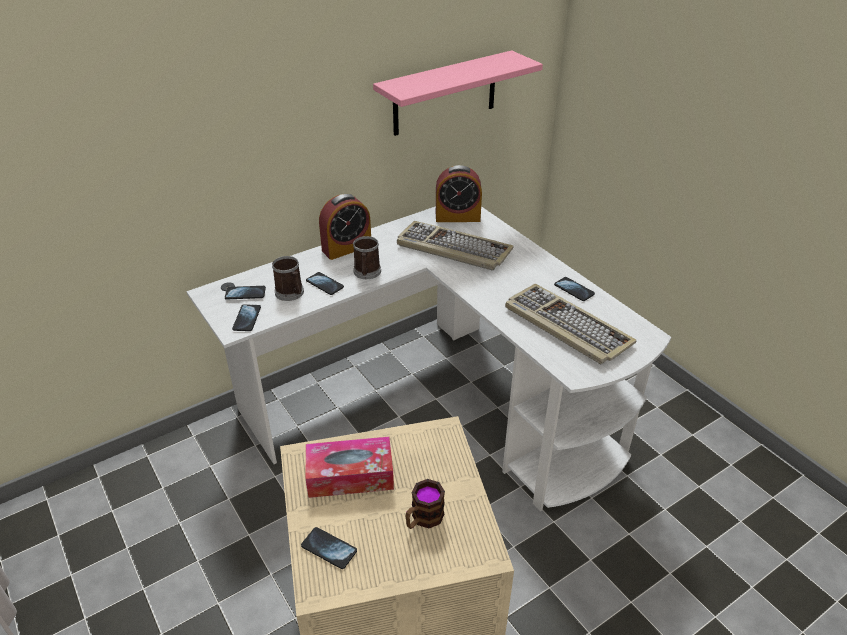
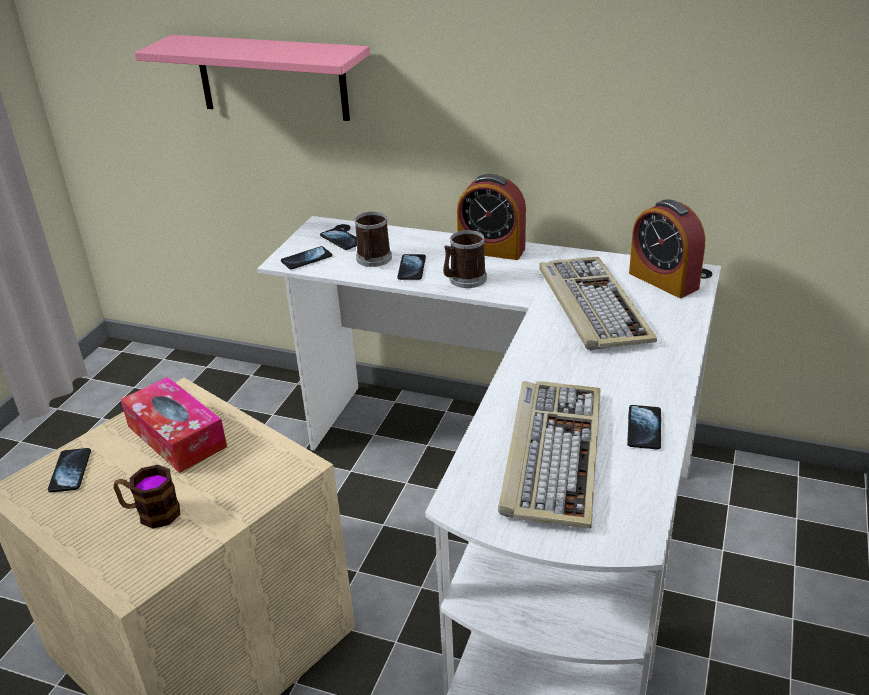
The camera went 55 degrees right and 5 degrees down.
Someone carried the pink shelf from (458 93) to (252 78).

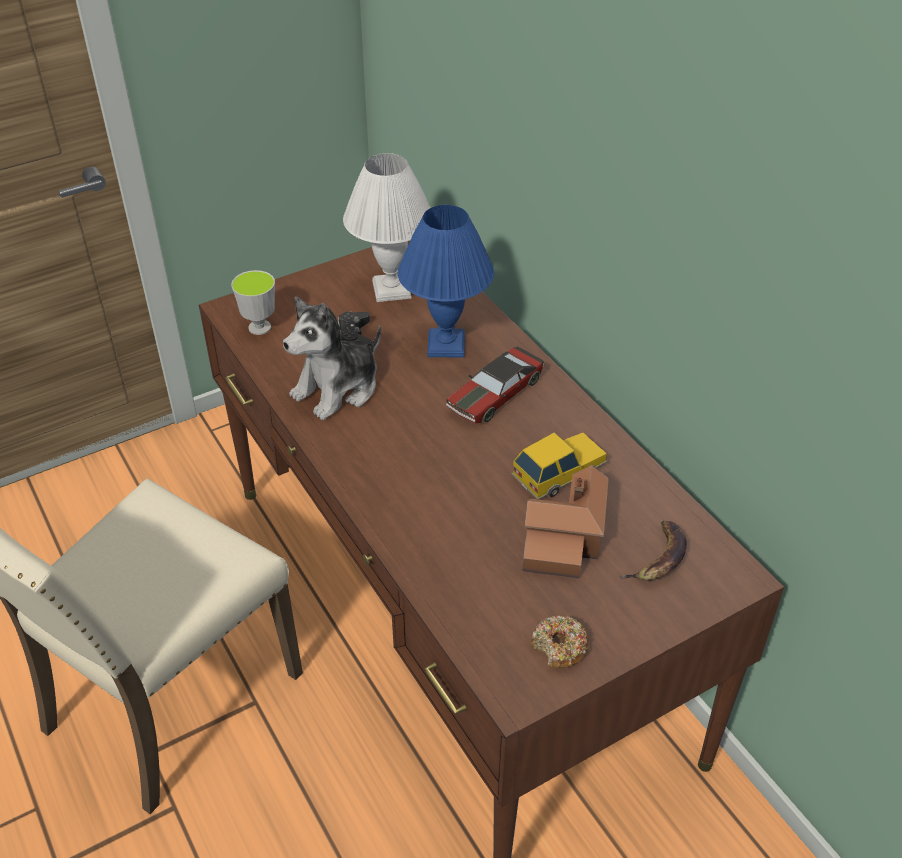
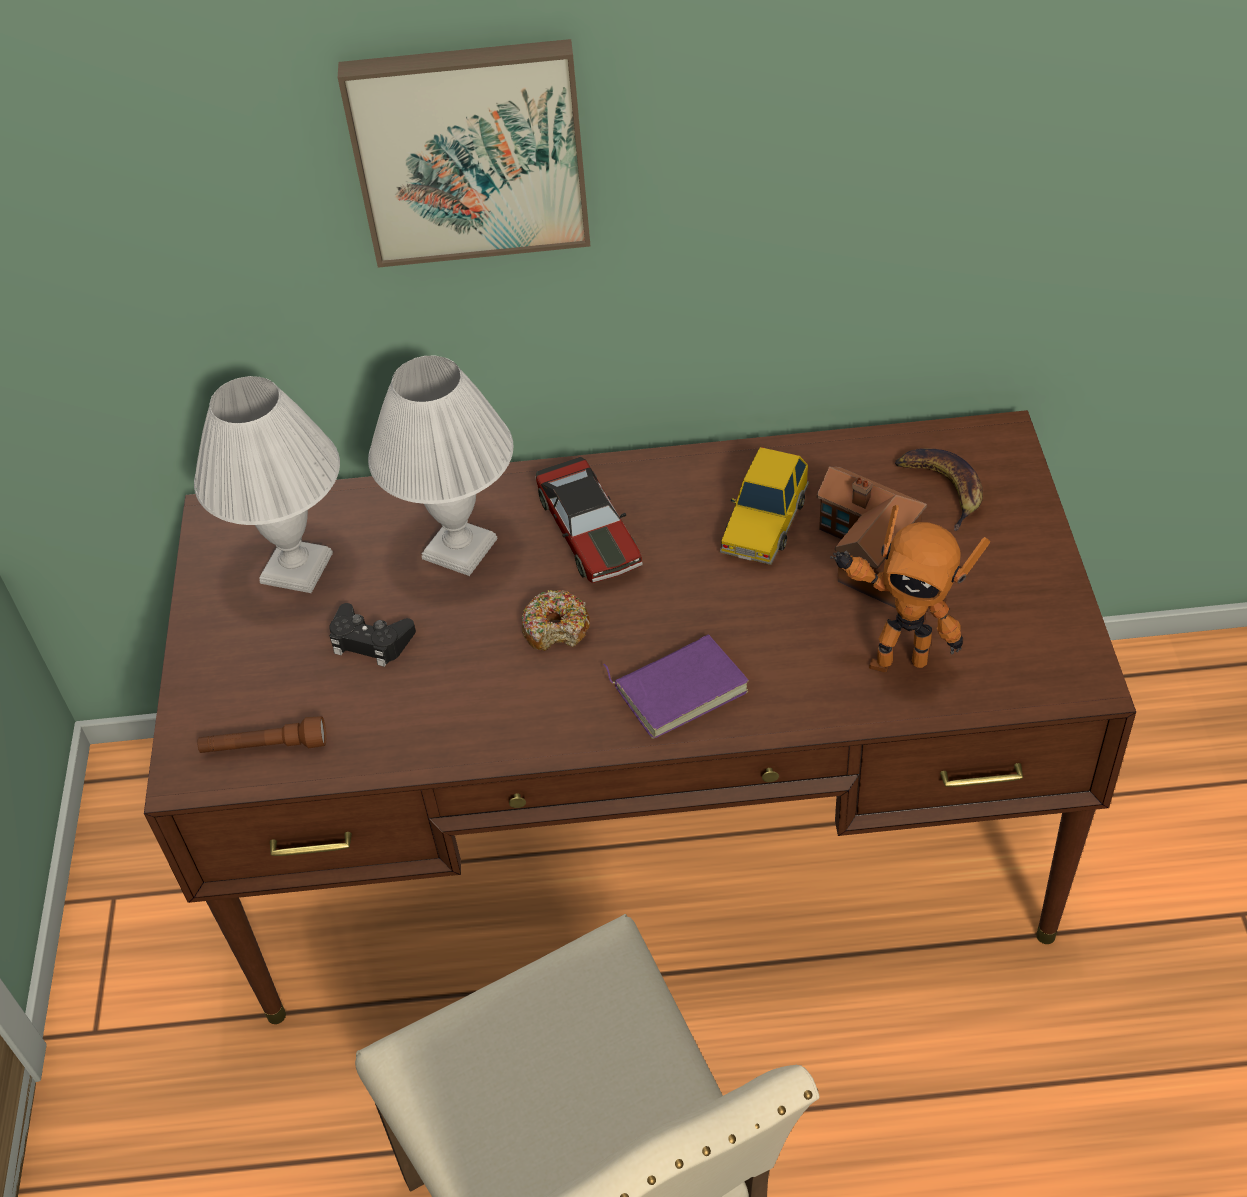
The camera went 60 degrees left and 5 degrees up.
Someone took away the plush toy at (332 358).
Someone put up the picture at (464 153).
Someone put down the purple book at (676 686).
Someone put down the toy robot at (910 589).
Someone carried the donut from (560 641) to (556 620).
Someone swapped the cup at (253 302) for the brown flashlight at (261 734).
Someone repainted the blue table lamp at (446 281), which became the white table lamp at (441 465).
Someone rotated the toy car at (559 465) by 150 degrees counterclockwise.

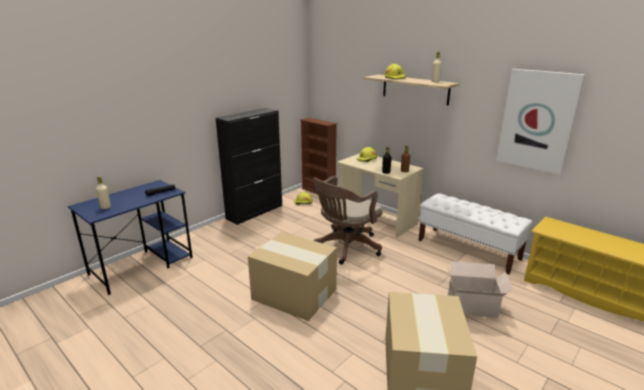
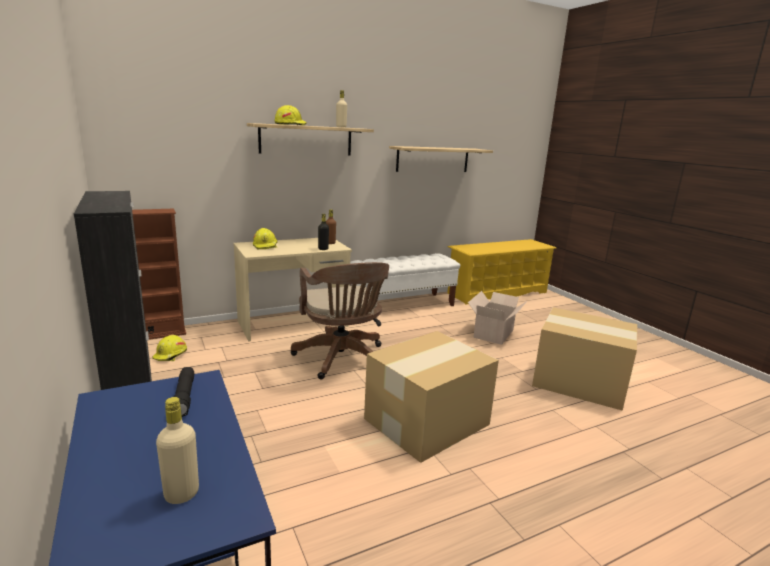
The camera went 70 degrees left and 5 degrees down.
Someone swapped the picture at (540 122) for the shelf at (441 159).

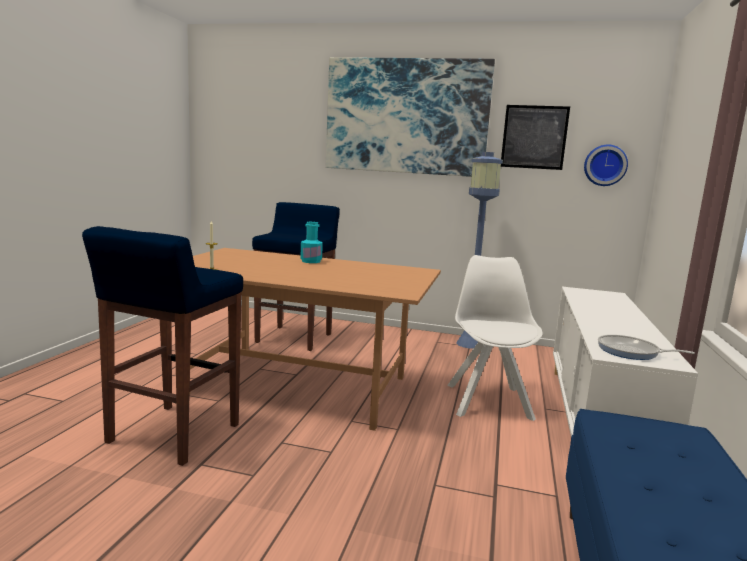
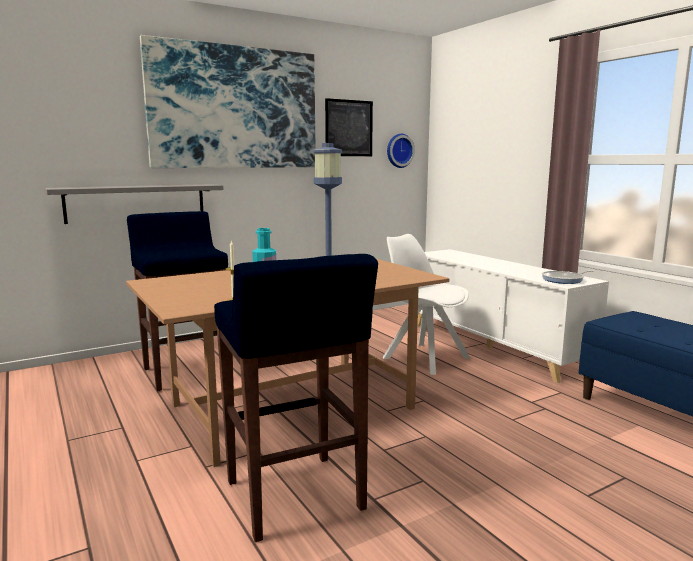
The camera went 45 degrees left and 0 degrees up.
Someone put up the grey shelf at (134 204).

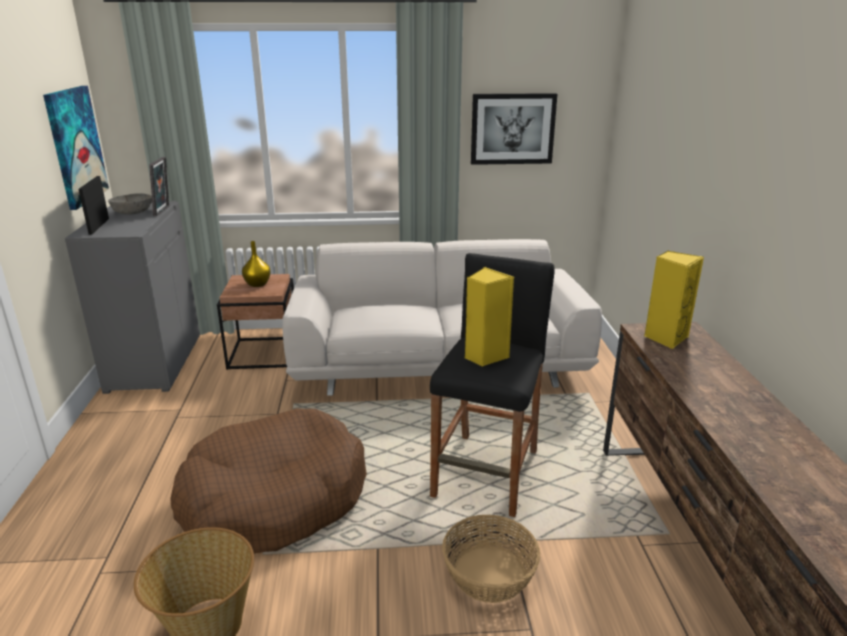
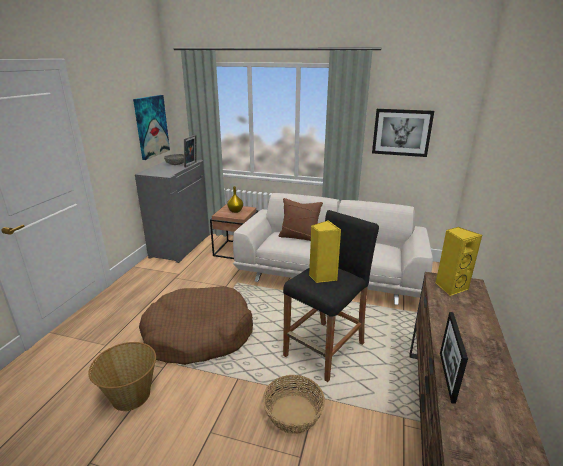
The camera went 20 degrees right and 0 degrees up.
Someone put down the brown pillow at (301 219).
Someone carried the picture frame from (94 205) to (454 358).

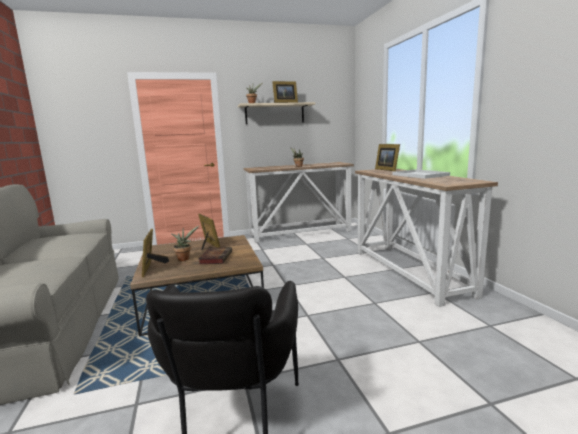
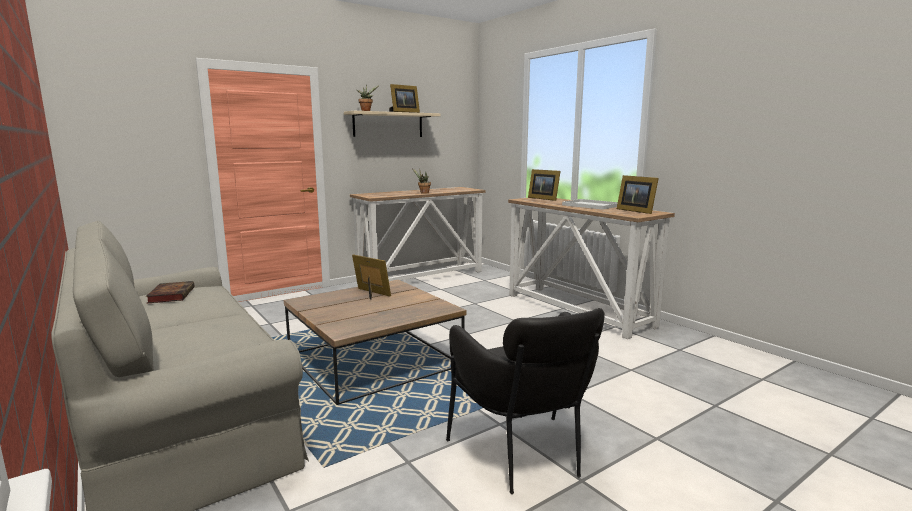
The camera went 20 degrees left and 0 degrees up.
Someone took away the potted plant at (185 243).
Someone carried the picture frame from (155 253) to (638 194).
Someone carried the book from (215 255) to (170 292).

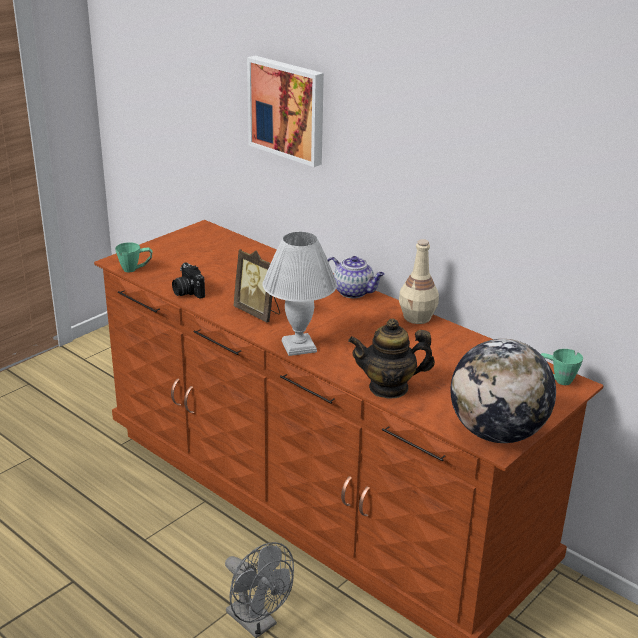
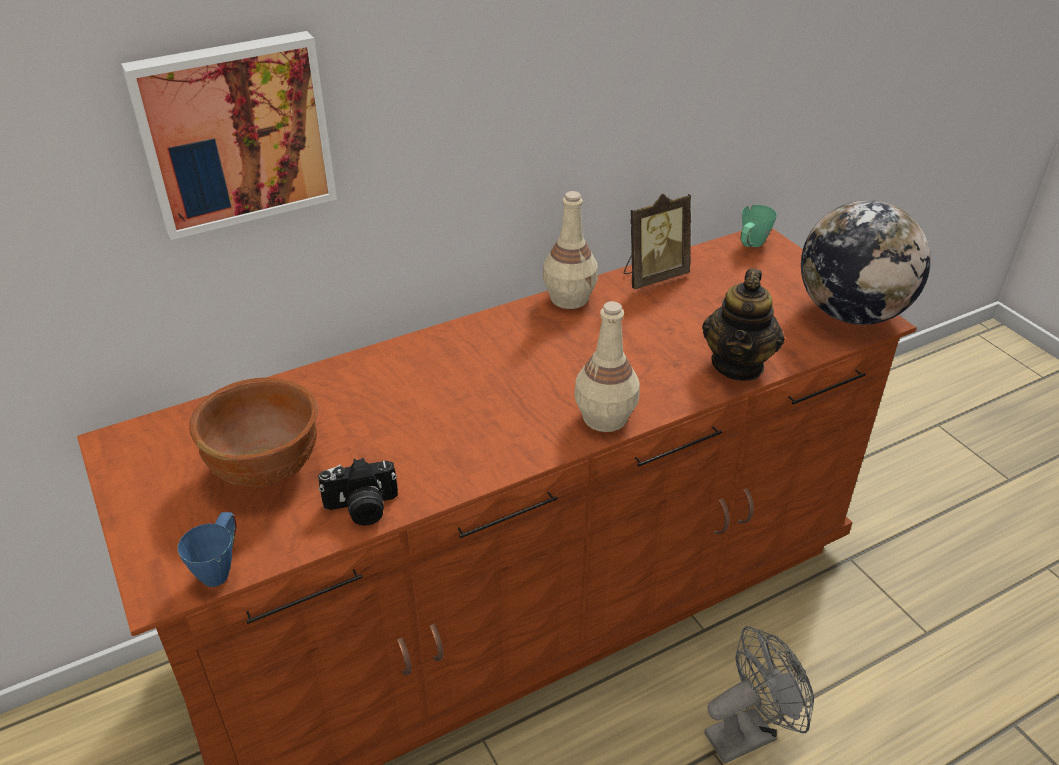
The camera went 70 degrees left and 10 degrees up.
Someone took away the teapot at (356 277).
Someone put down the brown bowl at (253 432).
Someone carried the picture frame from (256 285) to (657 241).
Someone swapped the white table lamp at (299 294) for the beige bottle at (607 366).
Someone repainted the green mug at (134 257), which became the blue mug at (207 549).

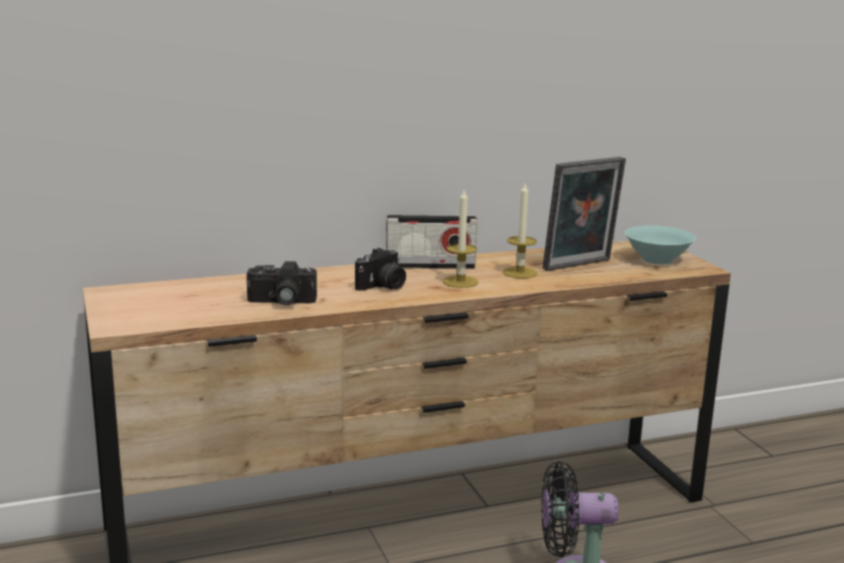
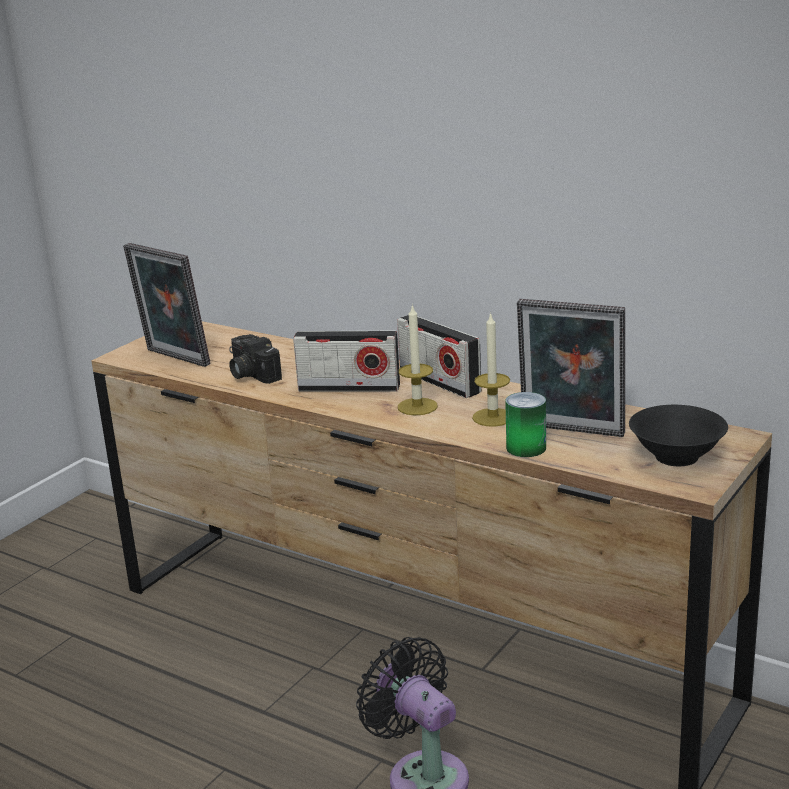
The camera went 55 degrees right and 5 degrees up.
Someone put down the picture frame at (167 305).
Someone put down the can at (525 424).
Someone swapped the photo camera at (380 269) for the radio at (346 361).
Someone repainted the turquoise bowl at (660 244), which became the black bowl at (678 435).

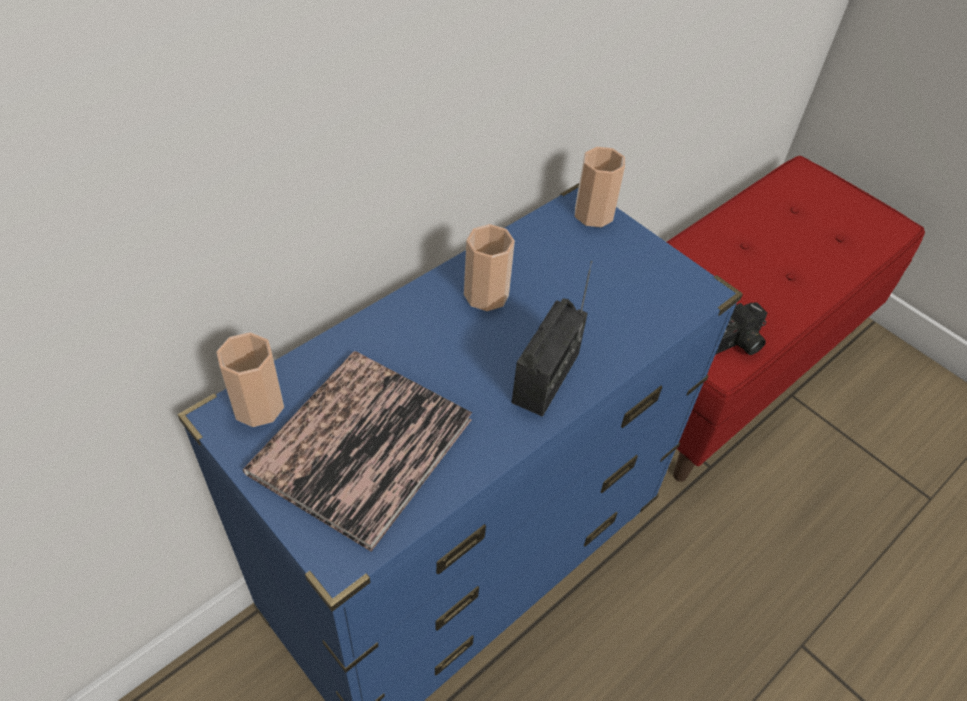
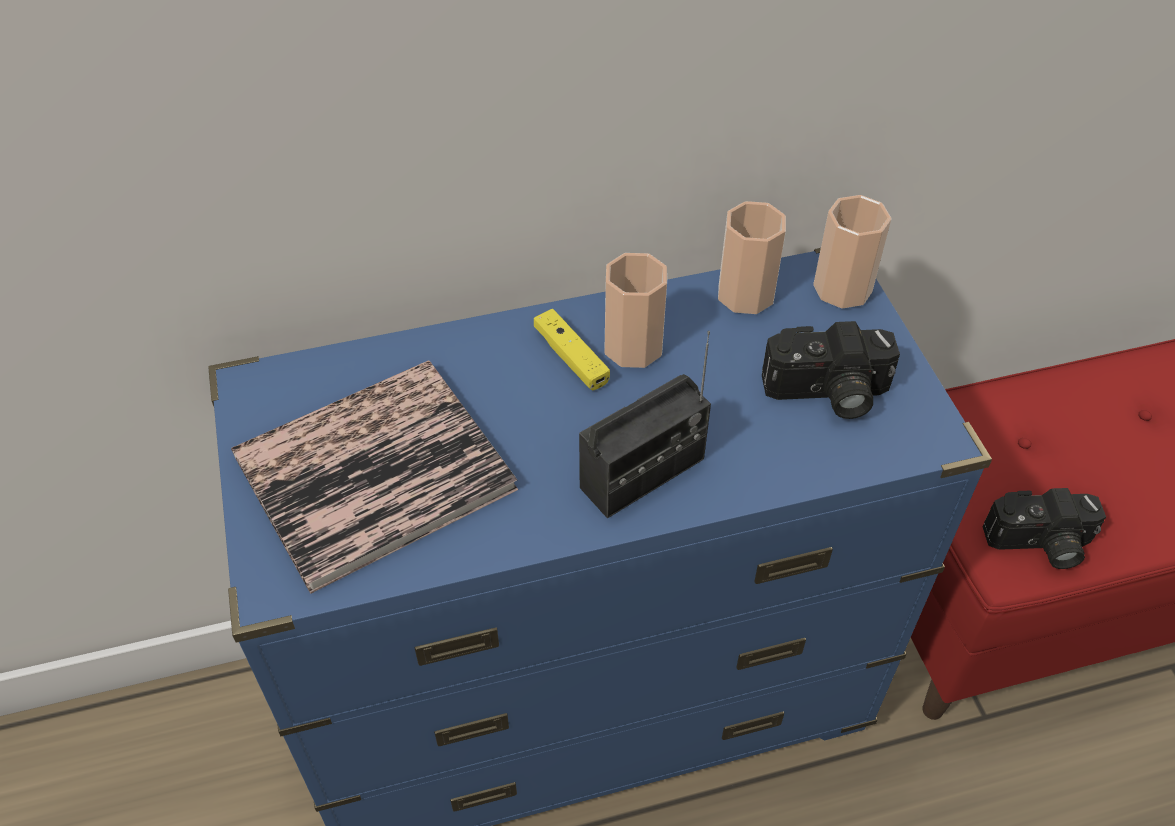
The camera went 30 degrees right and 0 degrees up.
Someone put down the yellow game controller at (572 350).
Someone put down the photo camera at (831 370).
Someone carried the cup from (250 379) to (752 257).

